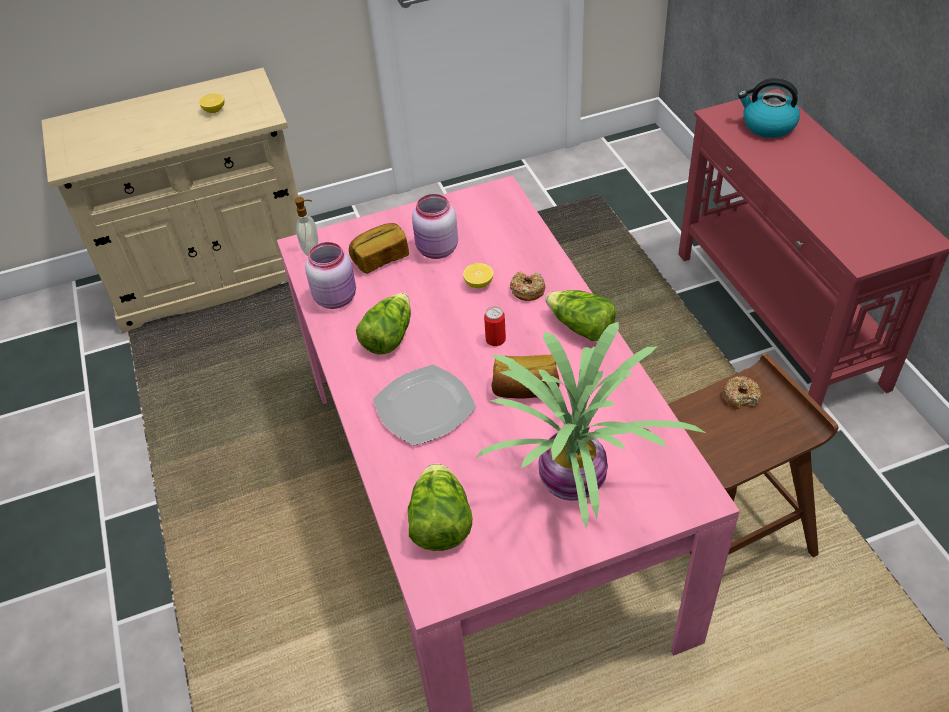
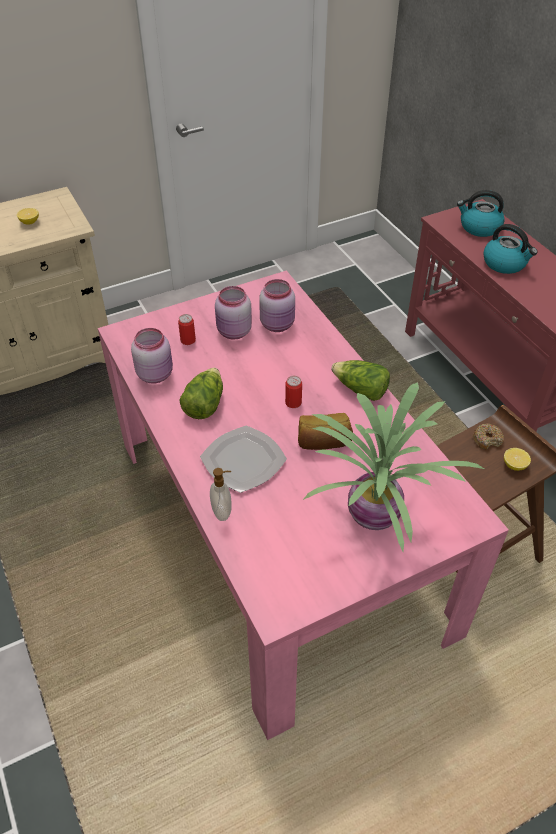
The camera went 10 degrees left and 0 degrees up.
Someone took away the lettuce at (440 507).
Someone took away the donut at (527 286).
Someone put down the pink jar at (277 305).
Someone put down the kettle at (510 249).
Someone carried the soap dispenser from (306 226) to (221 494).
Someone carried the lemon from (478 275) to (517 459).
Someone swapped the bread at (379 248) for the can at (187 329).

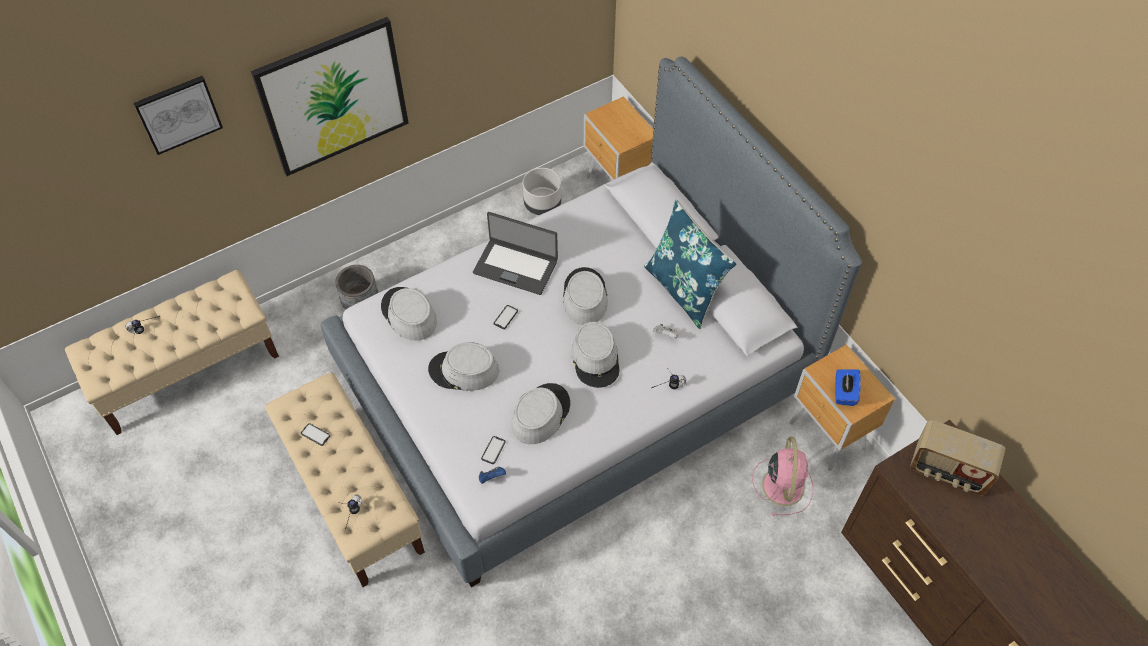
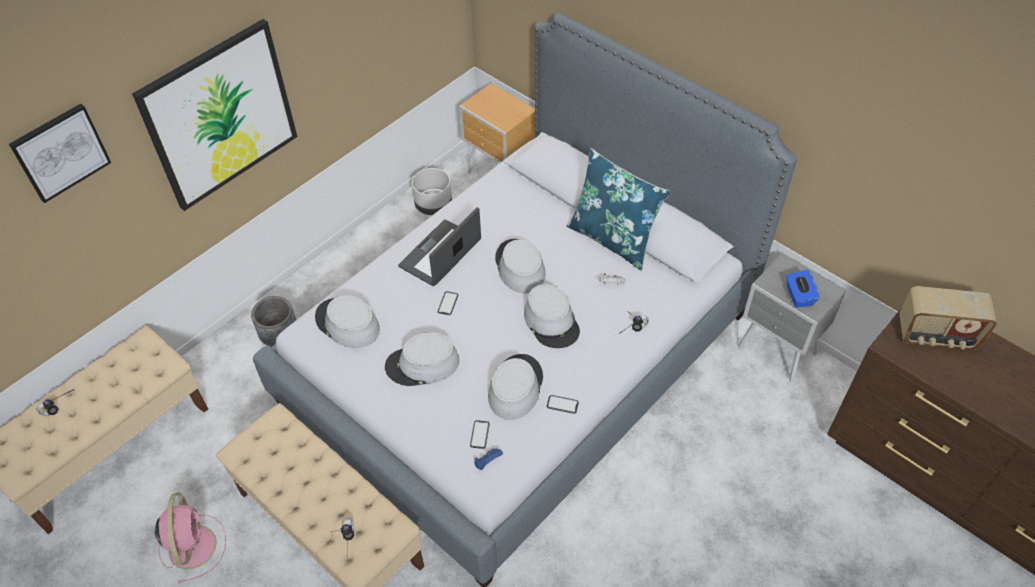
The camera went 15 degrees left and 5 degrees down.
Someone carried the phone from (315 434) to (563 404).
Someone carried the pink fan from (782 476) to (190 537).
Someone repainted the brown nightstand at (842 408), which became the grey nightstand at (792 317).
Someone rotated the laptop at (515 253) by 120 degrees clockwise.

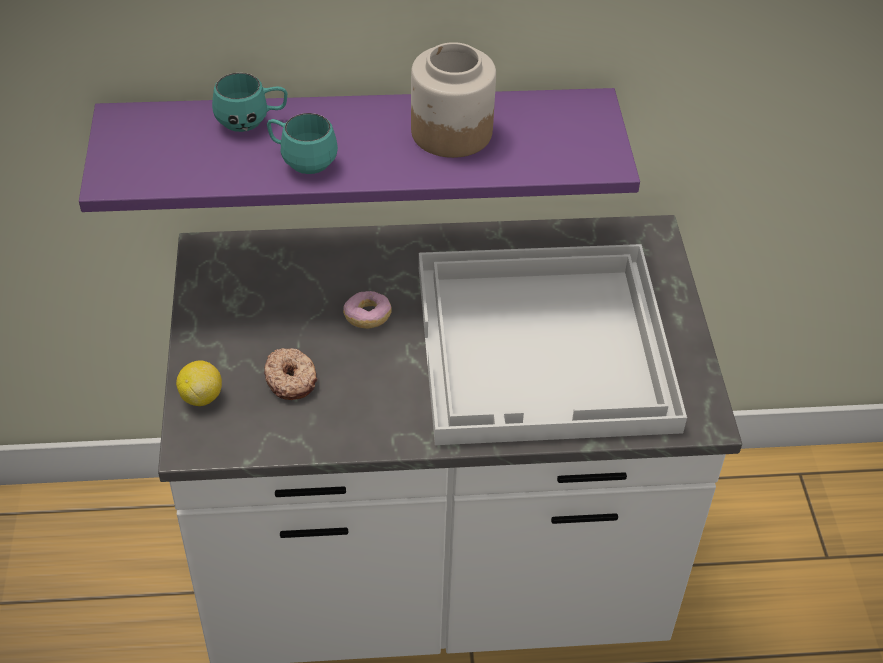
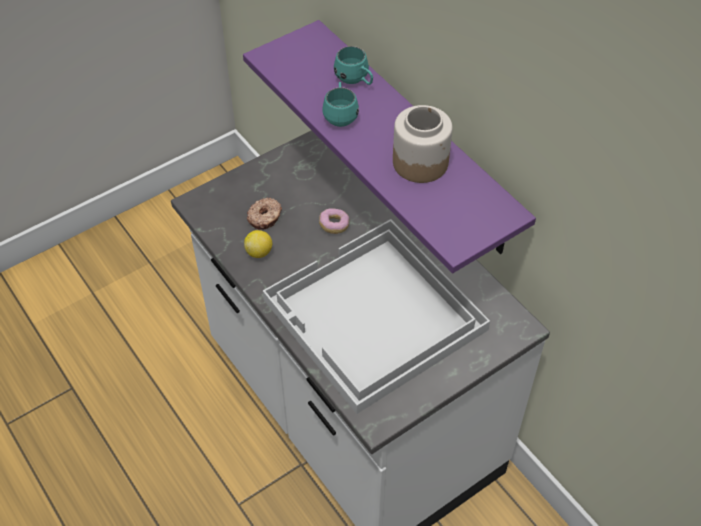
The camera went 60 degrees right and 5 degrees up.
Someone carried the lemon from (199 383) to (258 244).

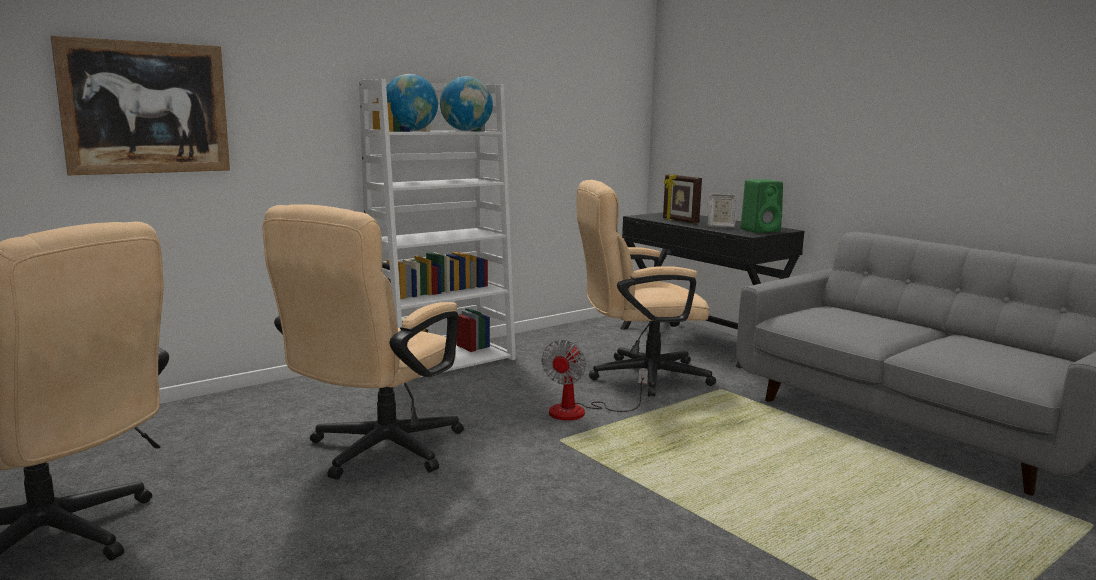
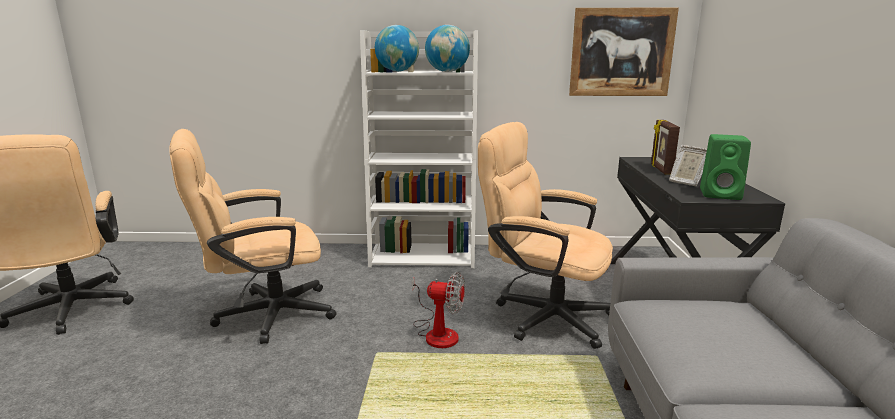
The camera went 40 degrees right and 5 degrees up.
Someone carried the picture from (140 106) to (624 52).
Someone rotated the fan at (594 380) by 135 degrees counterclockwise.

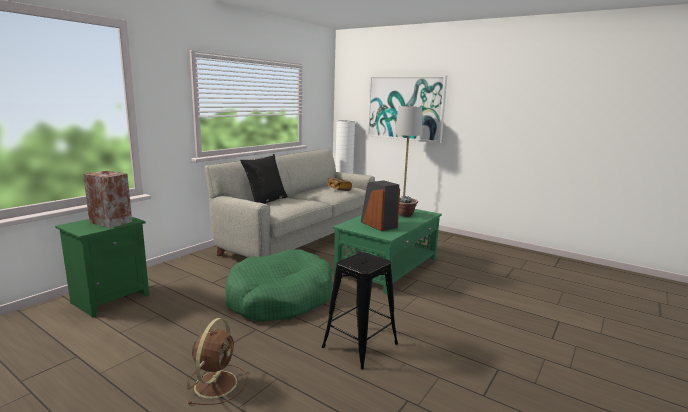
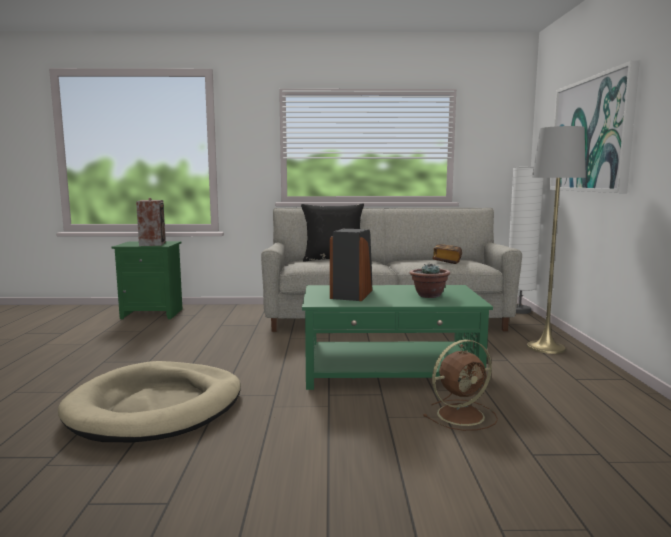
The camera went 55 degrees right and 5 degrees down.
Someone took away the green dog bed at (279 285).
Someone carried the brown fan from (217 361) to (460 385).
Someone swapped the black stool at (360 311) for the beige dog bed at (149 401).

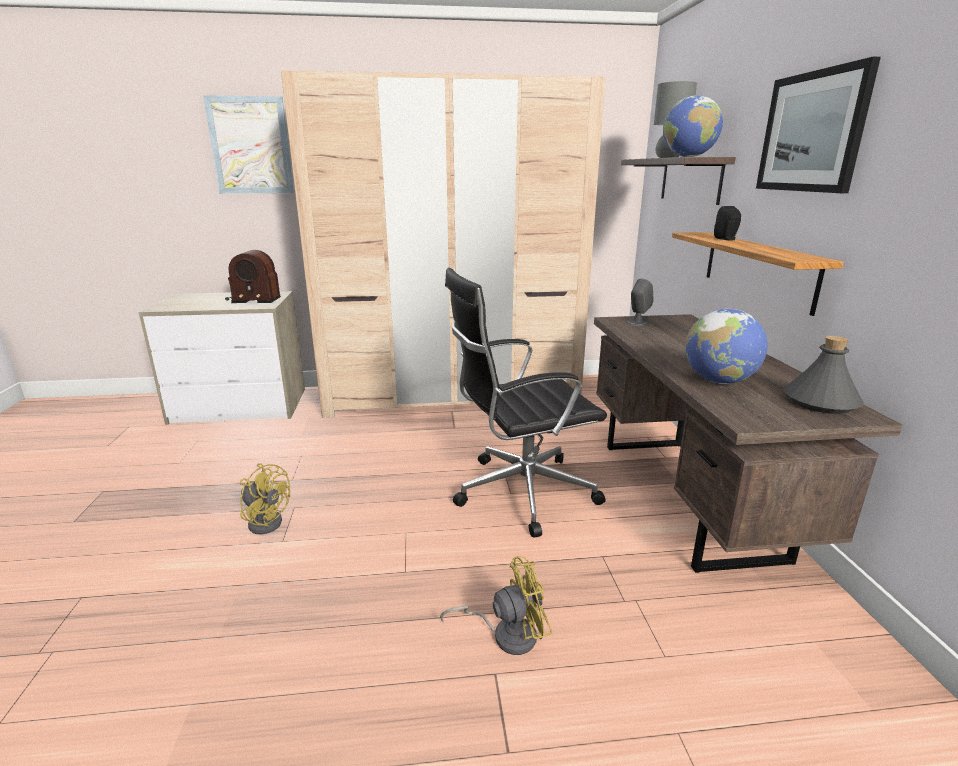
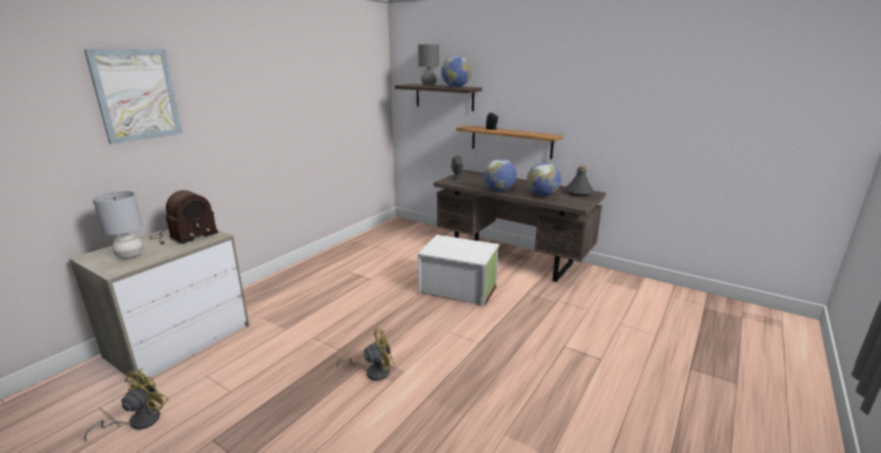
The camera went 50 degrees left and 0 degrees up.
Someone took away the beige wardrobe at (443 244).
Someone took away the picture at (818 125).
Someone put down the grey table lamp at (118 225).
Someone put down the globe at (500 175).
Someone carried the yellow fan from (496 605) to (126 405).
Someone swapped the black office chair at (526 403) for the white storage box at (459 271).

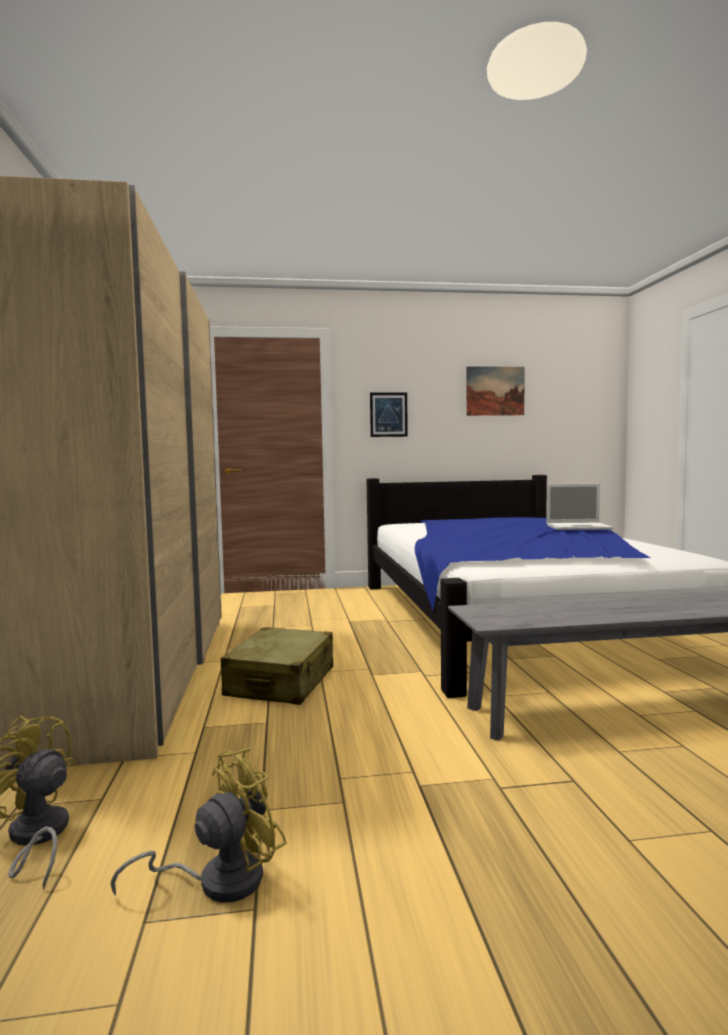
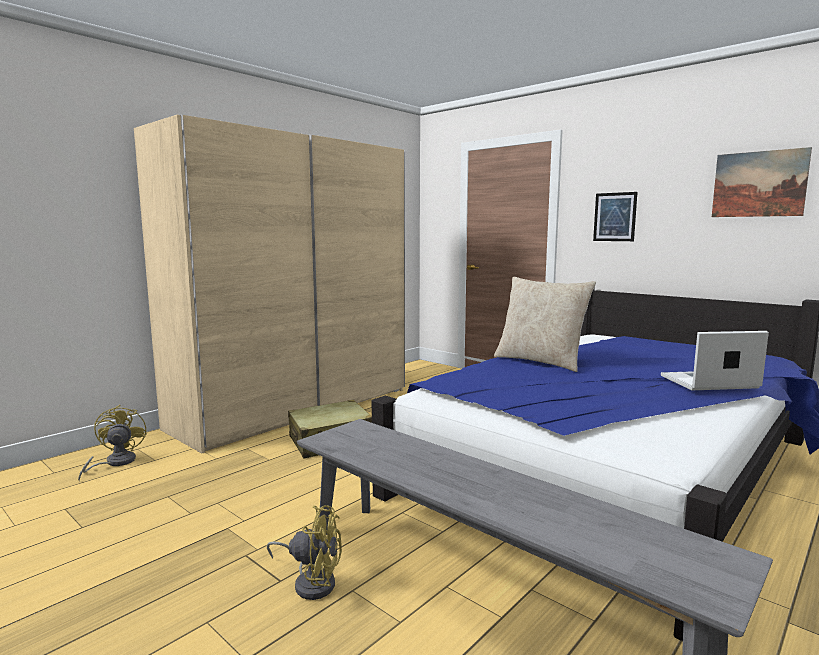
The camera went 50 degrees right and 5 degrees up.
Someone put down the beige pillow at (545 324).
Someone carried the yellow fan from (199 825) to (304 552).
Someone rotated the laptop at (580 506) by 120 degrees clockwise.

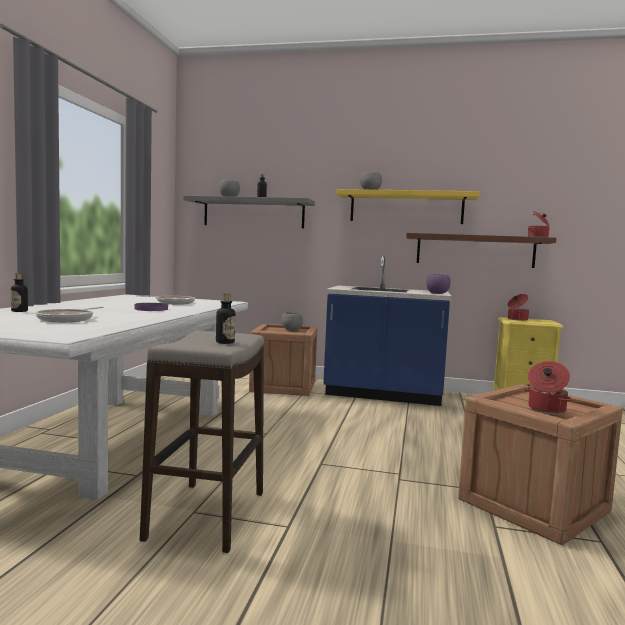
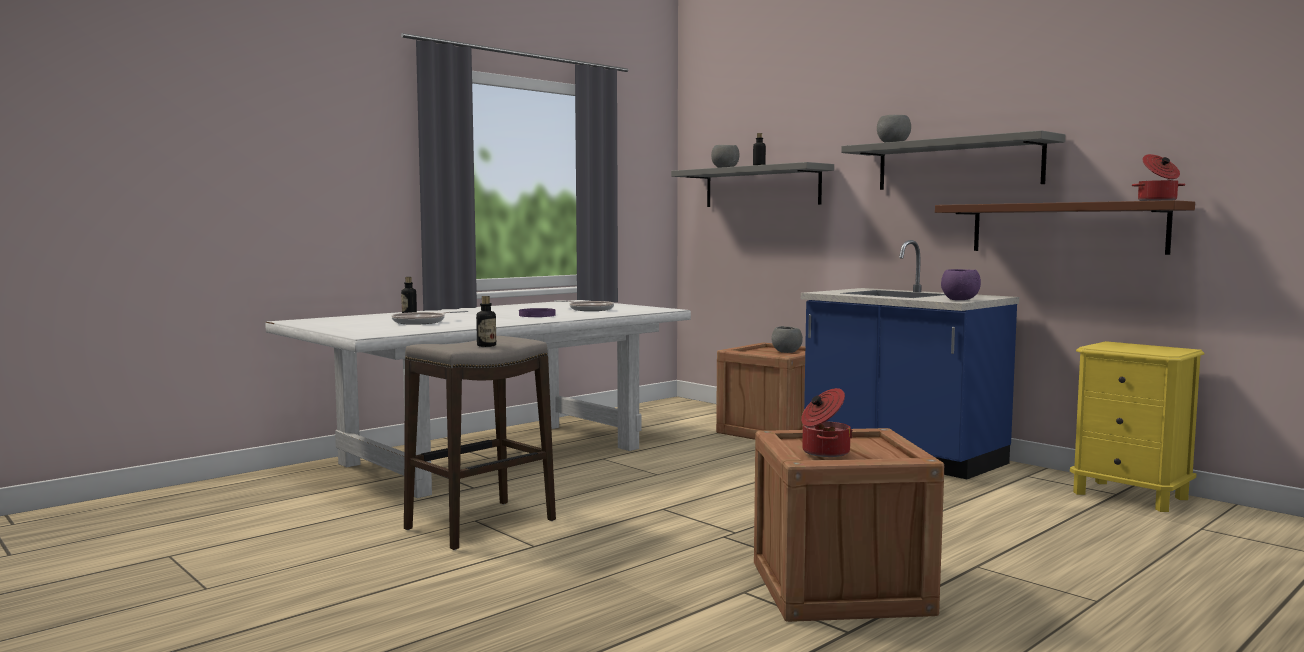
The camera went 35 degrees right and 0 degrees up.
Someone took away the cooking pot at (518 307).
Someone repainted the yellow shelf at (408 206), which became the grey shelf at (953 160).

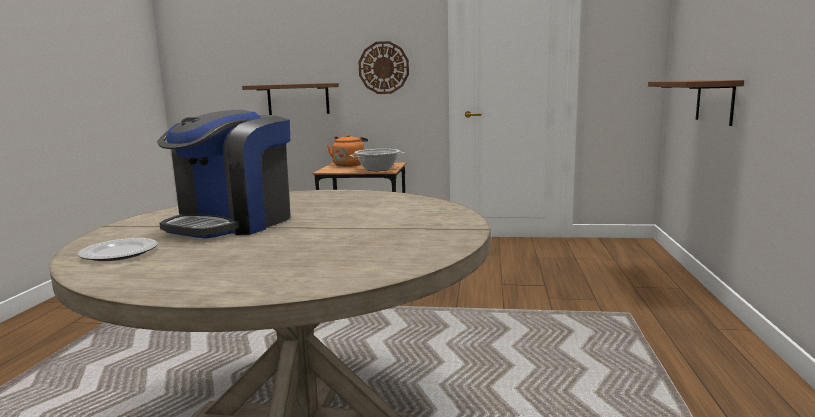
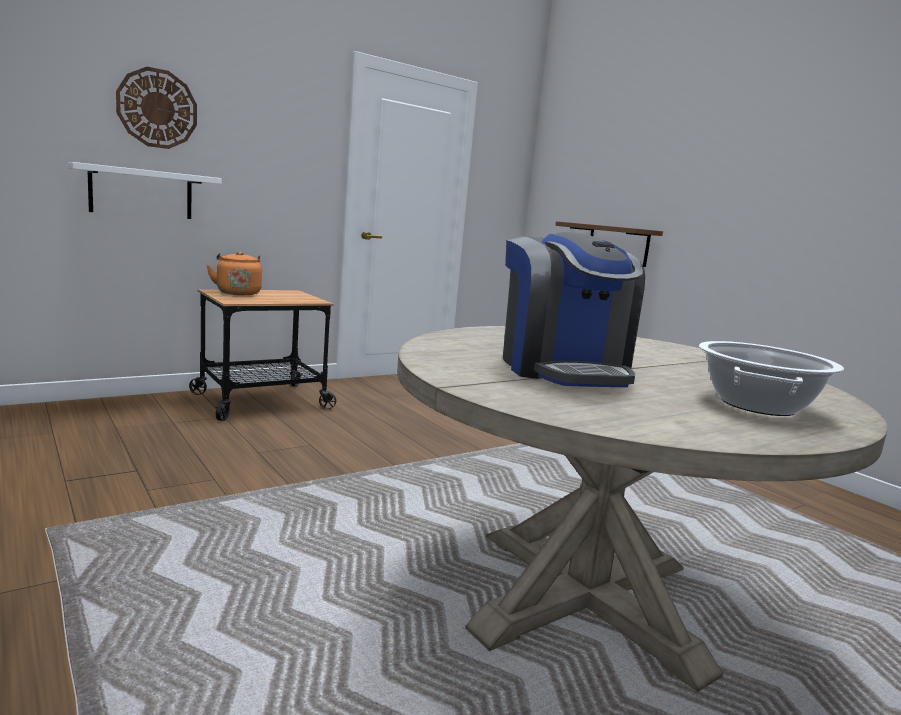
The camera went 45 degrees left and 0 degrees up.
Someone took away the plate at (118 249).
Someone carried the cooking pot from (377 160) to (771 378).
Someone carried the wall clock from (383 67) to (156 108).
Someone repainted the brown shelf at (290 99), which became the white shelf at (144 190).

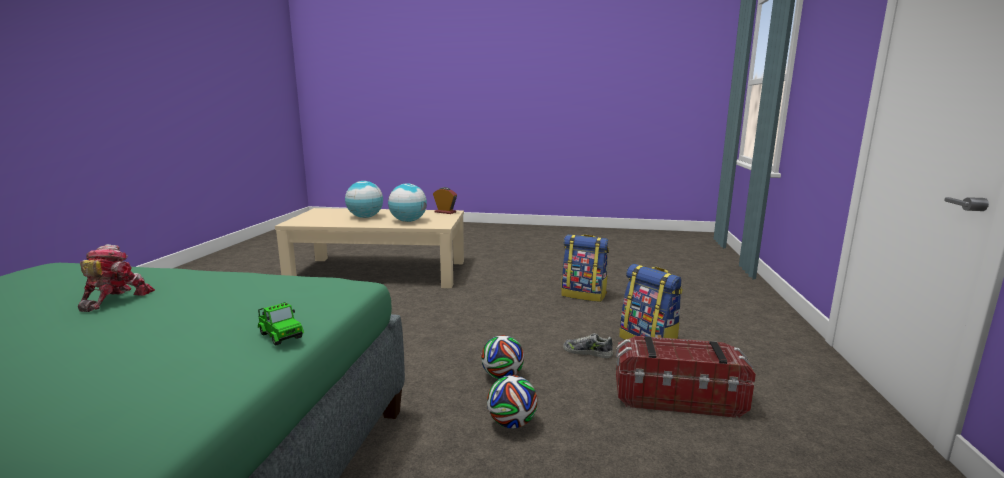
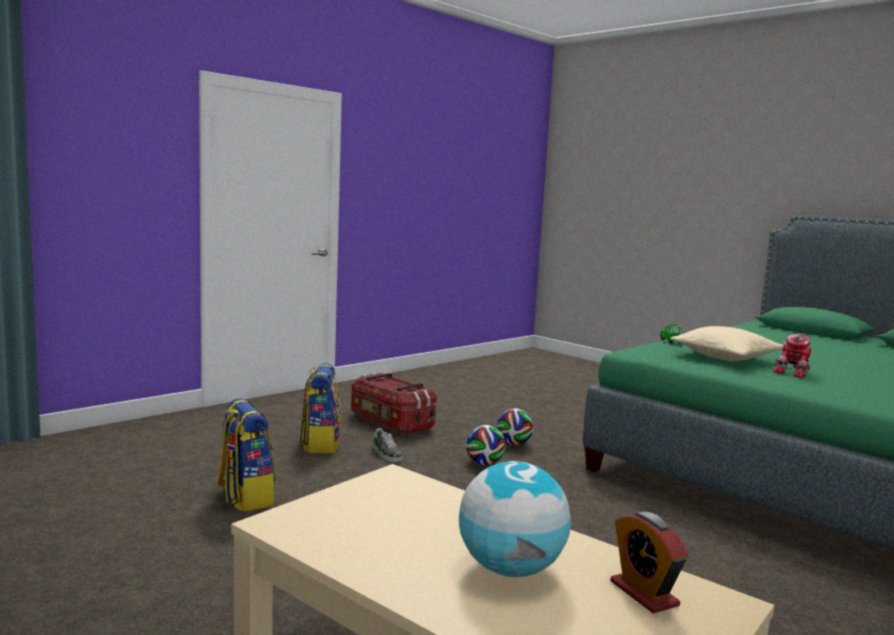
The camera went 145 degrees left and 5 degrees down.
Someone took away the globe at (407 202).
Someone put down the beige pillow at (727 343).
Someone carried the alarm clock from (445 200) to (649 562).

